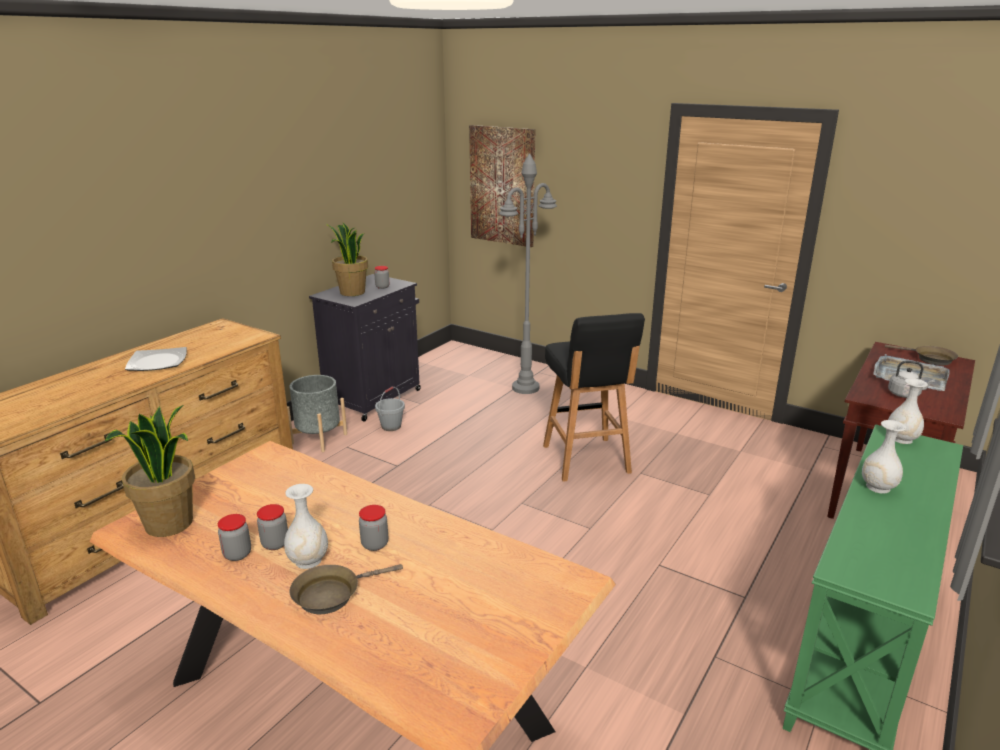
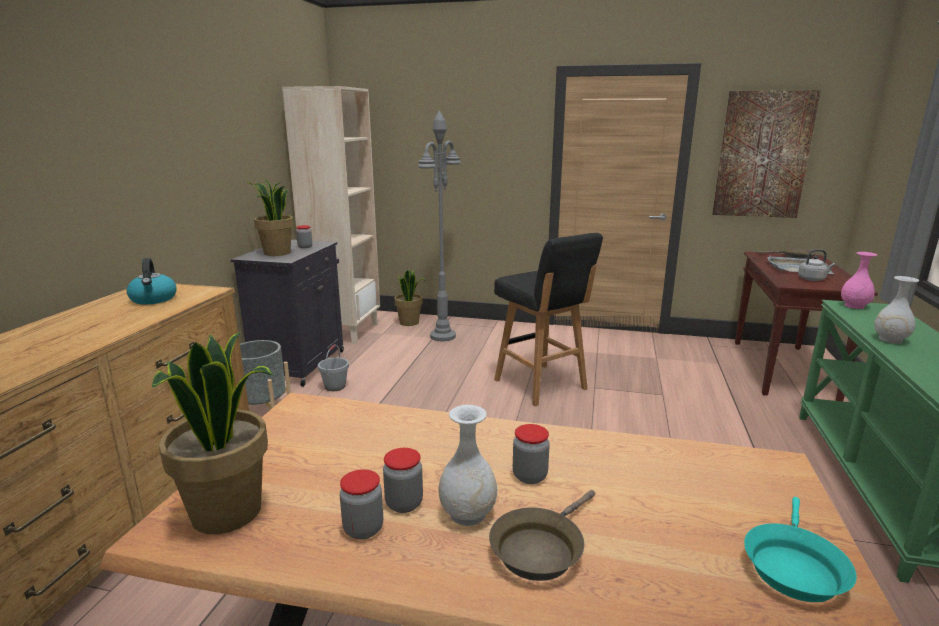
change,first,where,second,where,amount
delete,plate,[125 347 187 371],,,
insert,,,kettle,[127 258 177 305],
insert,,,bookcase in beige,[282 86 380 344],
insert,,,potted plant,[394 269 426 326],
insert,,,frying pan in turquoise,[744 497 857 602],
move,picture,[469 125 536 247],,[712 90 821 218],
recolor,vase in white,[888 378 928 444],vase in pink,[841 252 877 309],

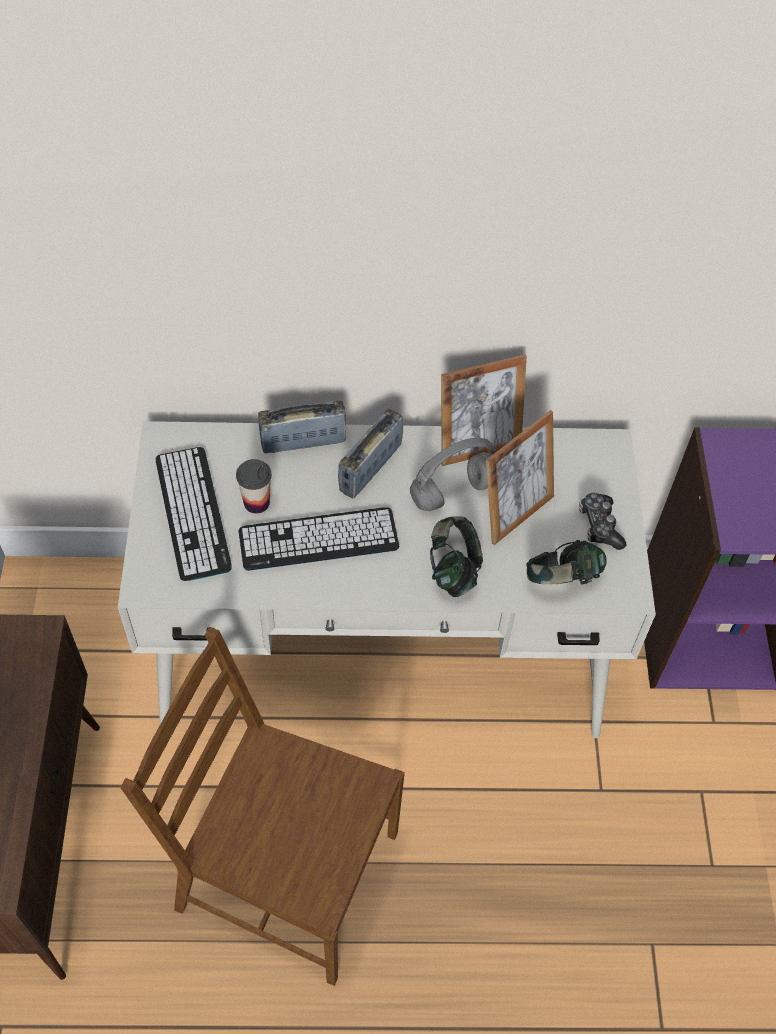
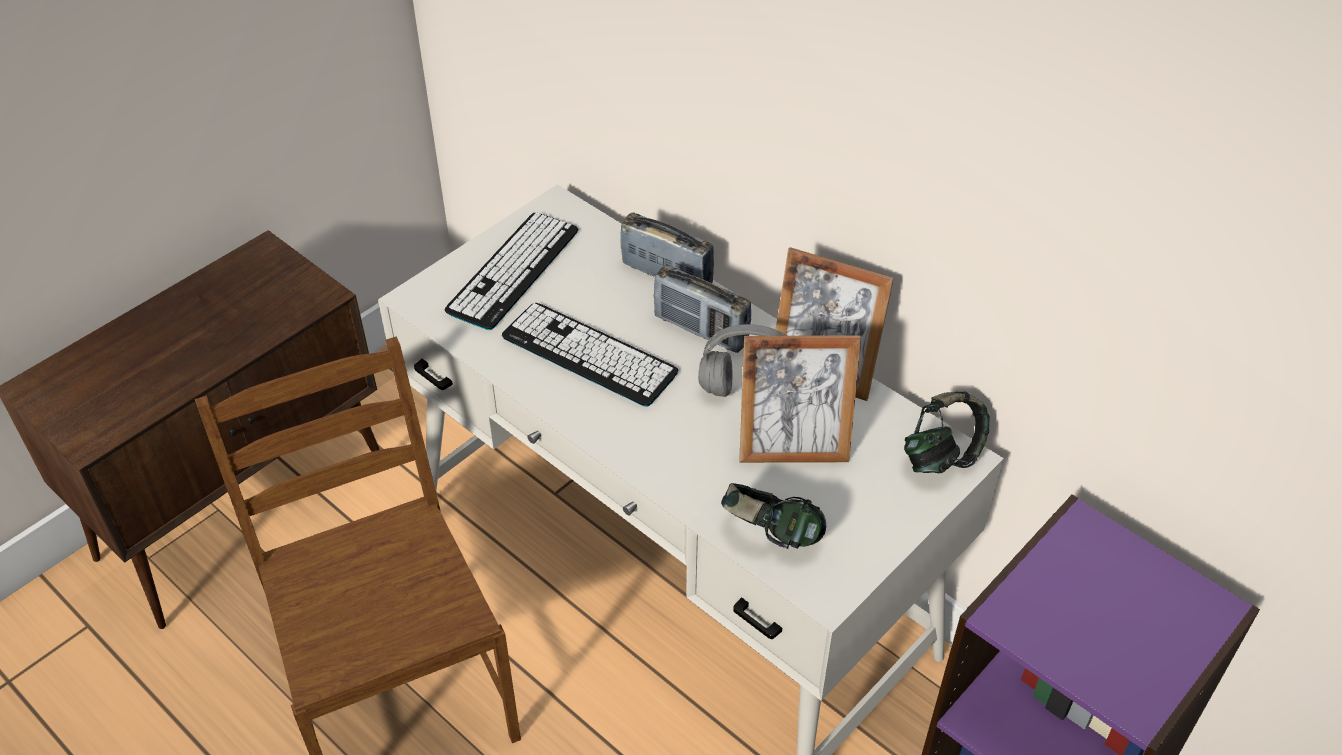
change,first,where,second,where,amount
delete,cup,[236 459 272 514],,,
delete,game controller,[579 493 626 550],,,
move,headphones,[430 516 483 597],,[904 391 990 473],
rotate,radio,[338 409 403 498],,[654 265 751 353],135 degrees counterclockwise

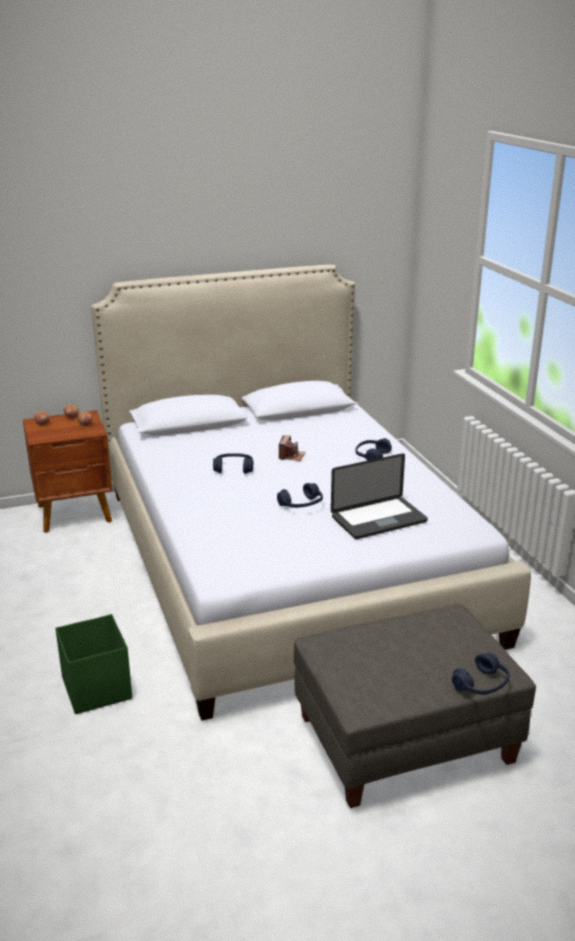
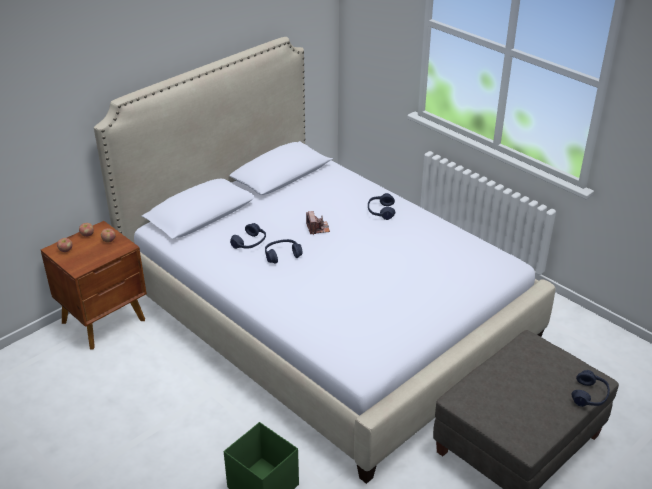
change,first,where,second,where,amount
delete,laptop,[331 453 428 539],,,
move,headphones in blue,[277 483 323 508],,[230 223 266 249],

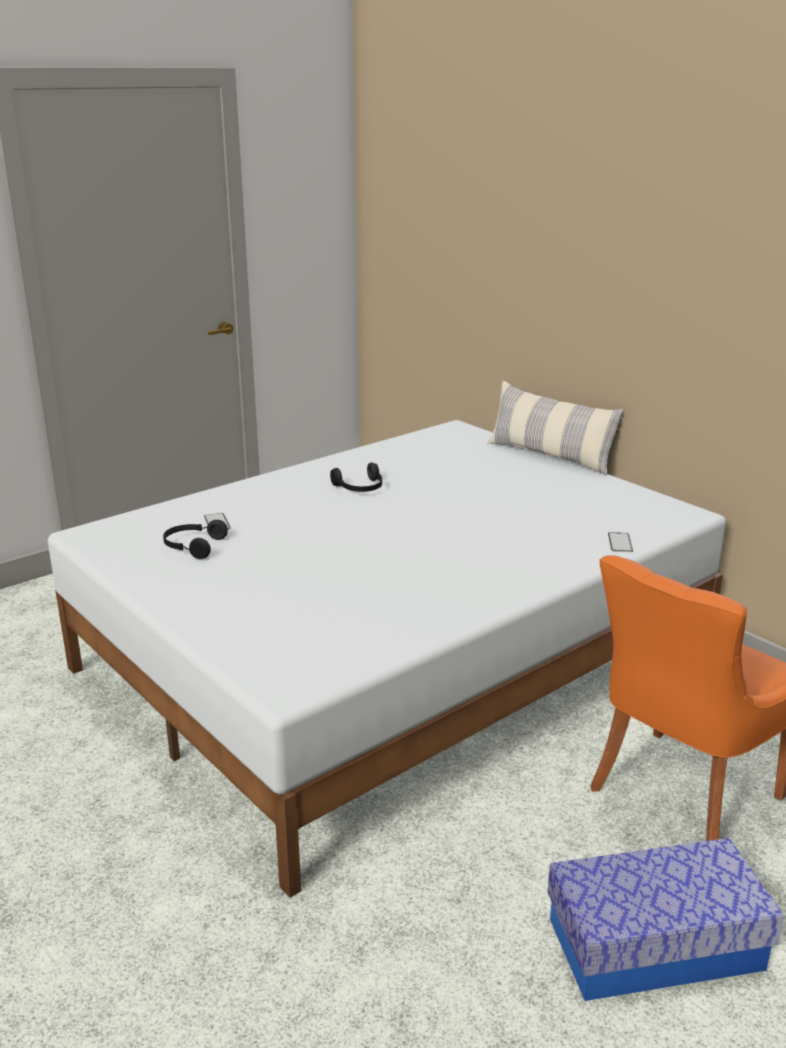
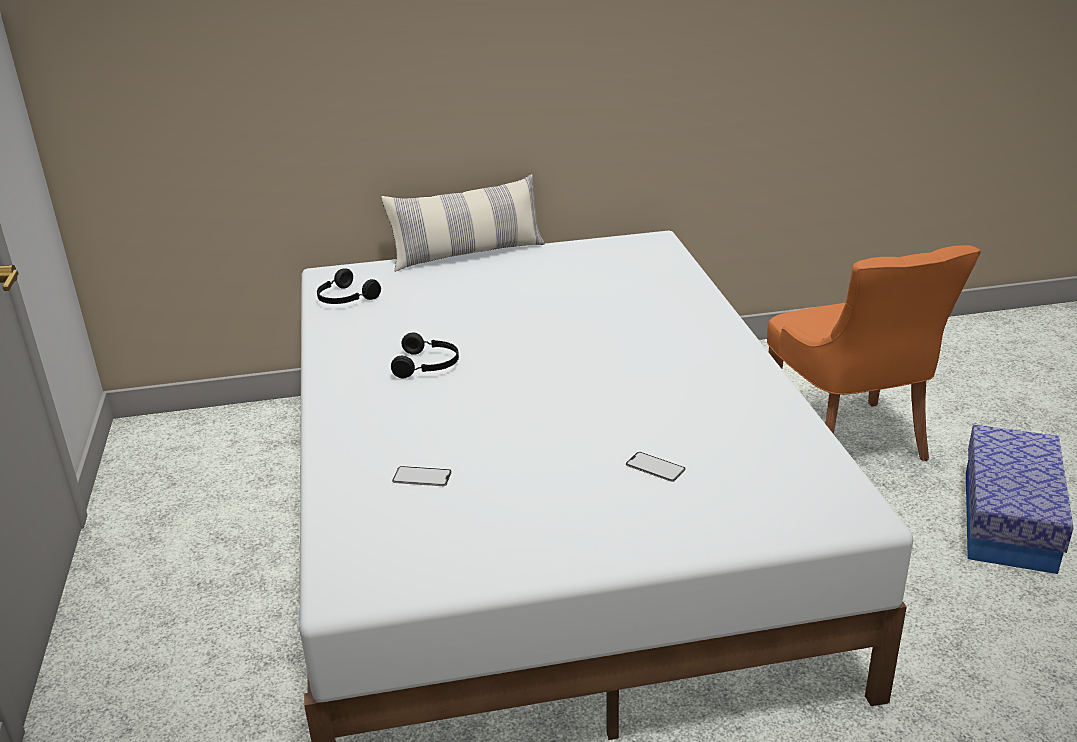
change,first,where,second,where,amount
move,headphones in black,[163 520 228 559],,[317 268 381 304],
move,phone,[608 532 633 552],,[626 452 685 482],

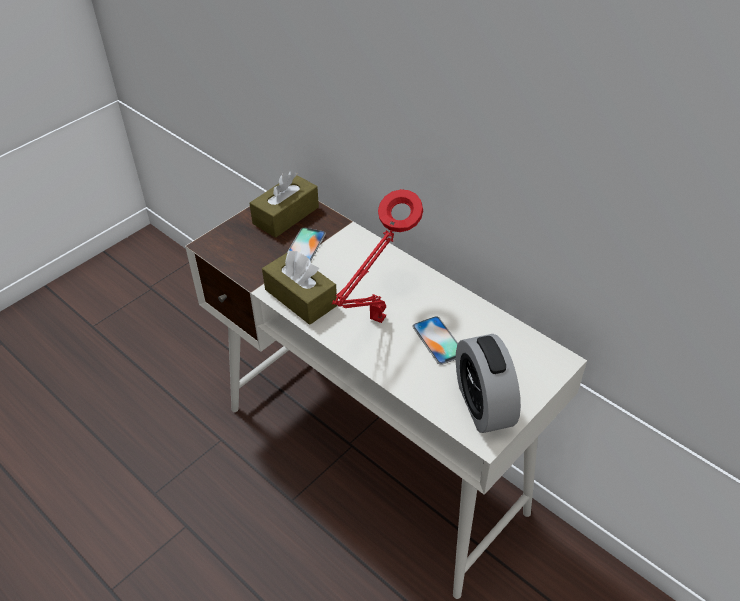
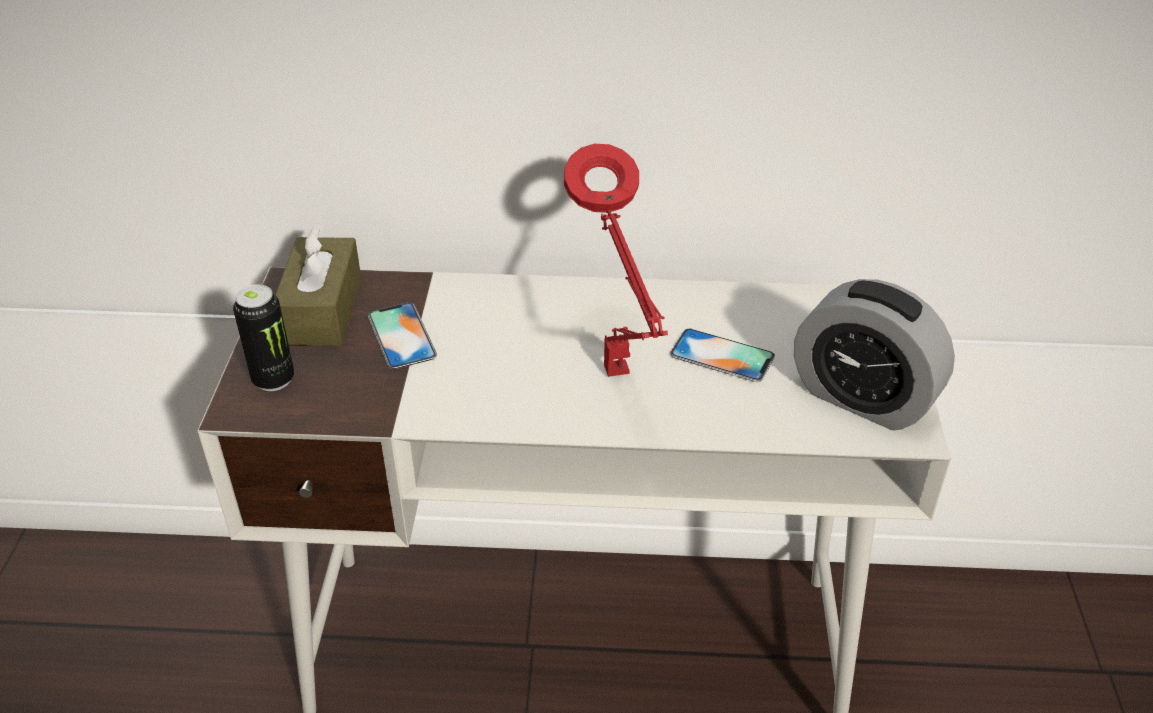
change,first,where,second,where,amount
delete,tissue box in brown,[262 250 337 325],,,
insert,,,can,[233 284 294 391],

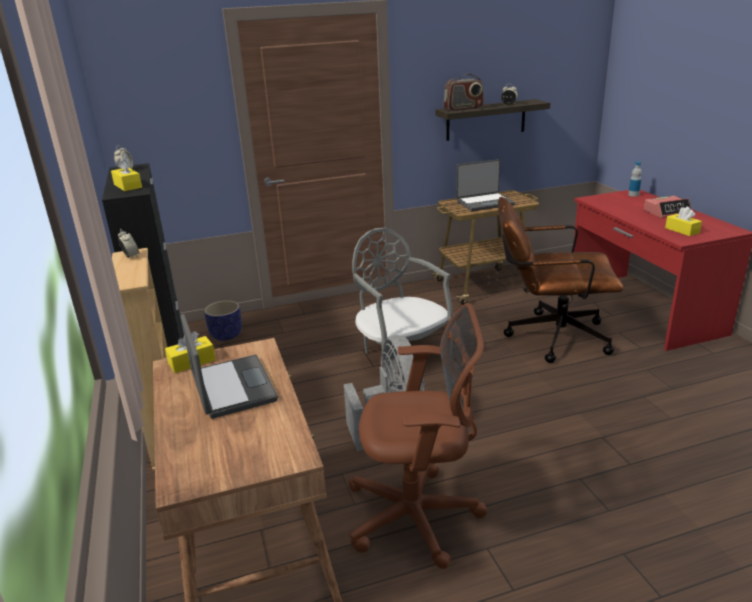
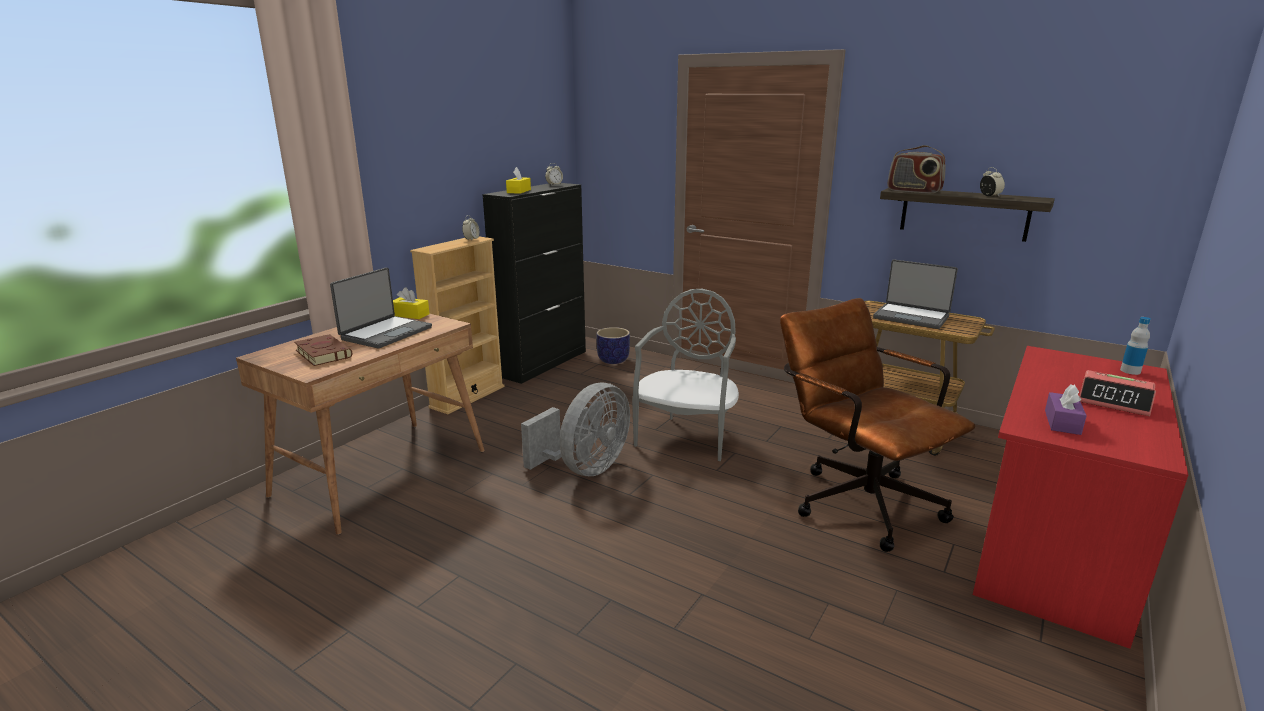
change,first,where,second,where,amount
delete,office chair in brown,[349 303 487 569],,,
insert,,,book in brown,[294 334 352 366],
recolor,tissue box in yellow,[665 207 702 236],tissue box in purple,[1045 384 1087 435],

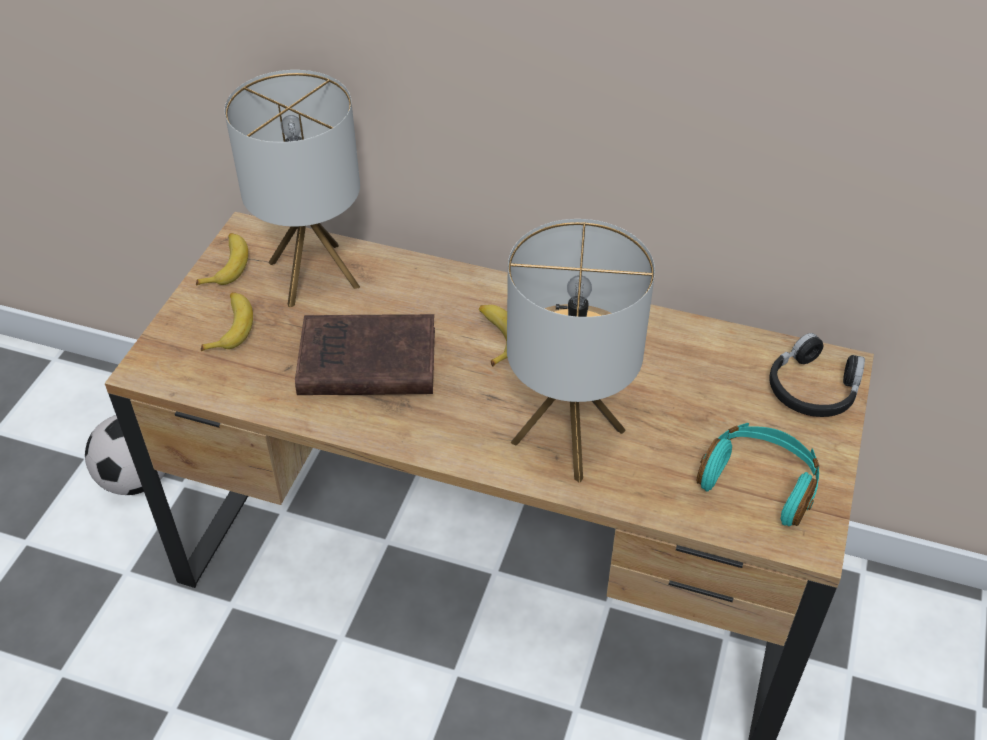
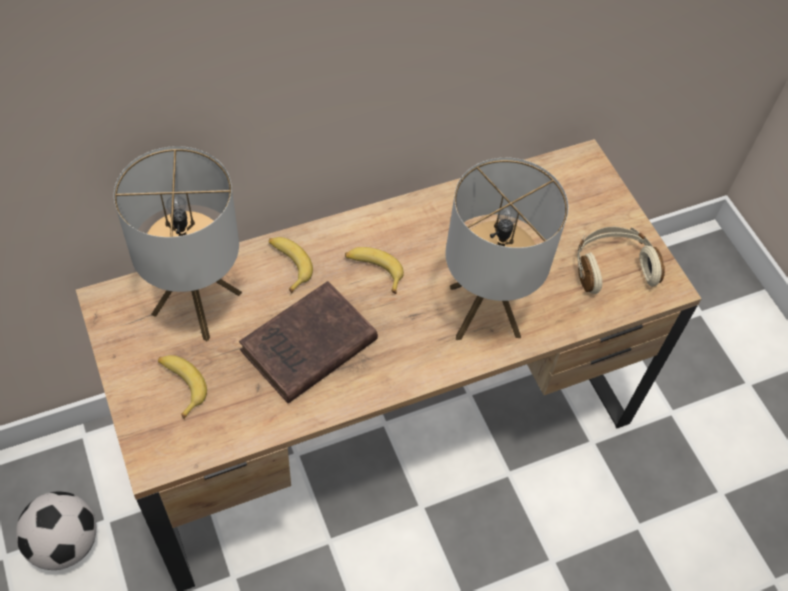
change,first,where,second,where,amount
delete,headphones in black,[769 333 865 417],,,
move,banana,[196 233 248 286],,[269 237 313 293],
recolor,headphones in turquoise,[697 423 819 526],headphones in beige,[577 227 665 294],

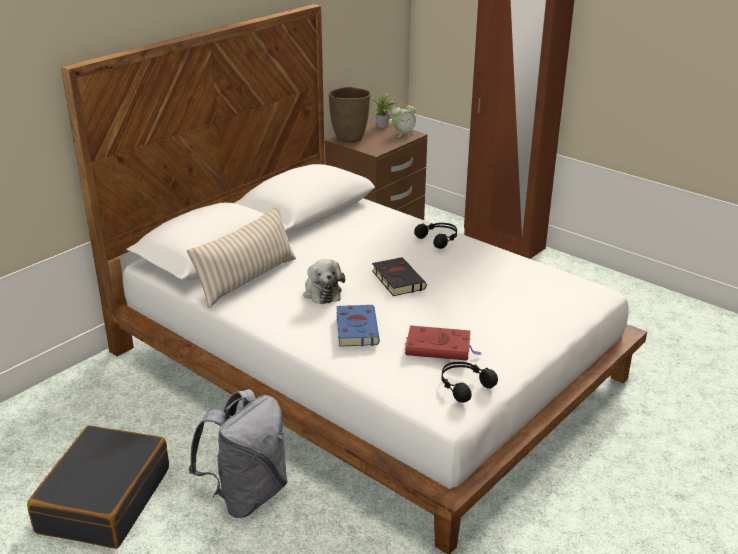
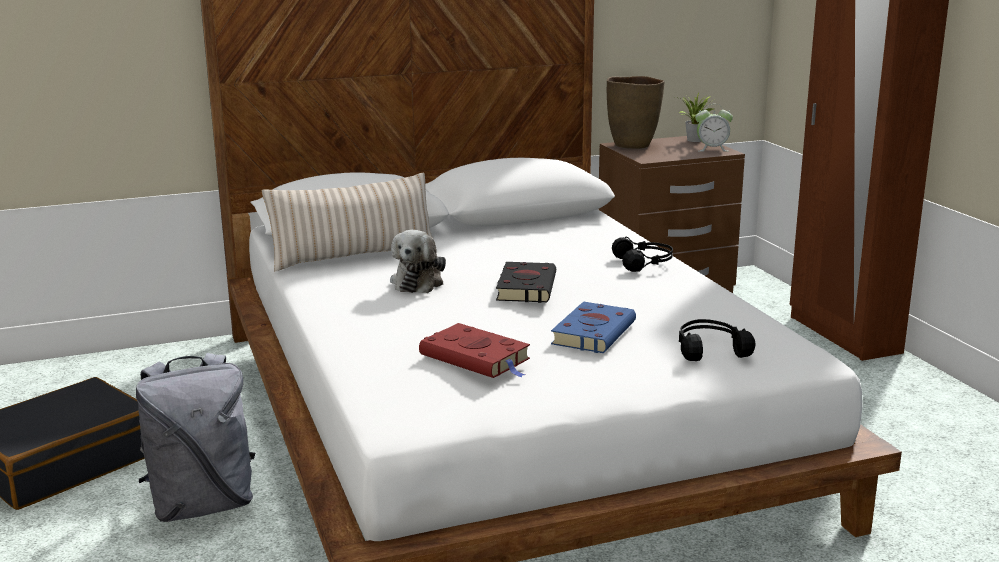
change,first,where,second,where,amount
move,book in blue,[337 305 380 347],,[551 301 636 353],
move,headphones in black,[442 362 498 403],,[679 319 755 361],

